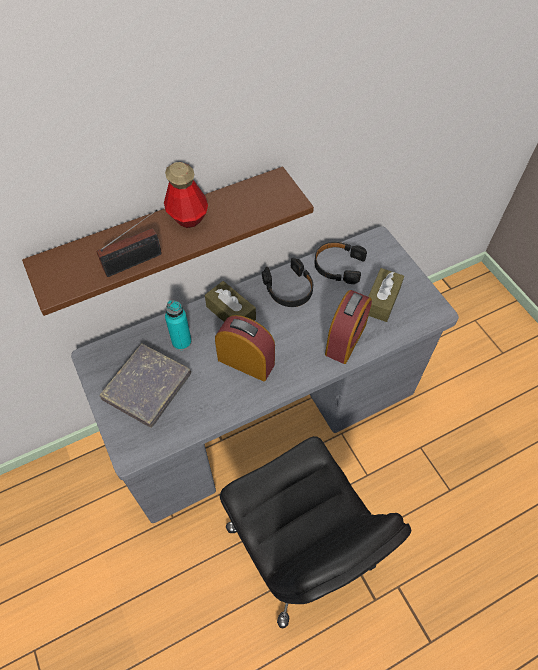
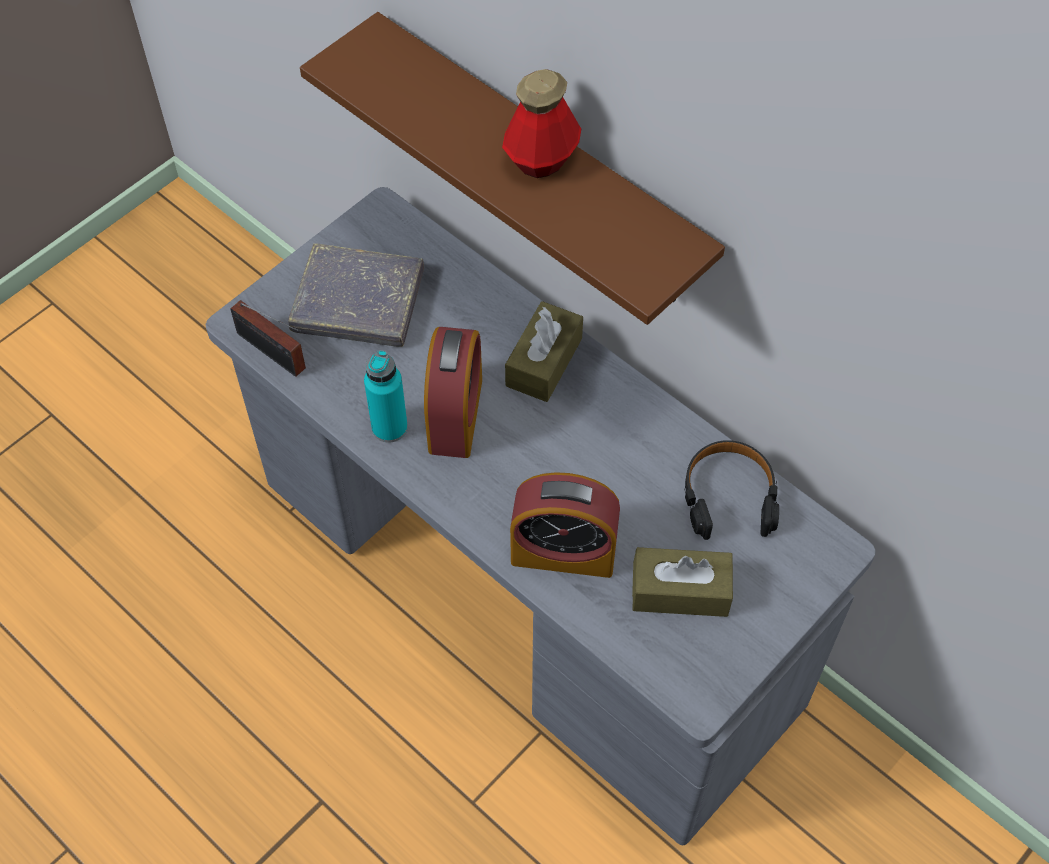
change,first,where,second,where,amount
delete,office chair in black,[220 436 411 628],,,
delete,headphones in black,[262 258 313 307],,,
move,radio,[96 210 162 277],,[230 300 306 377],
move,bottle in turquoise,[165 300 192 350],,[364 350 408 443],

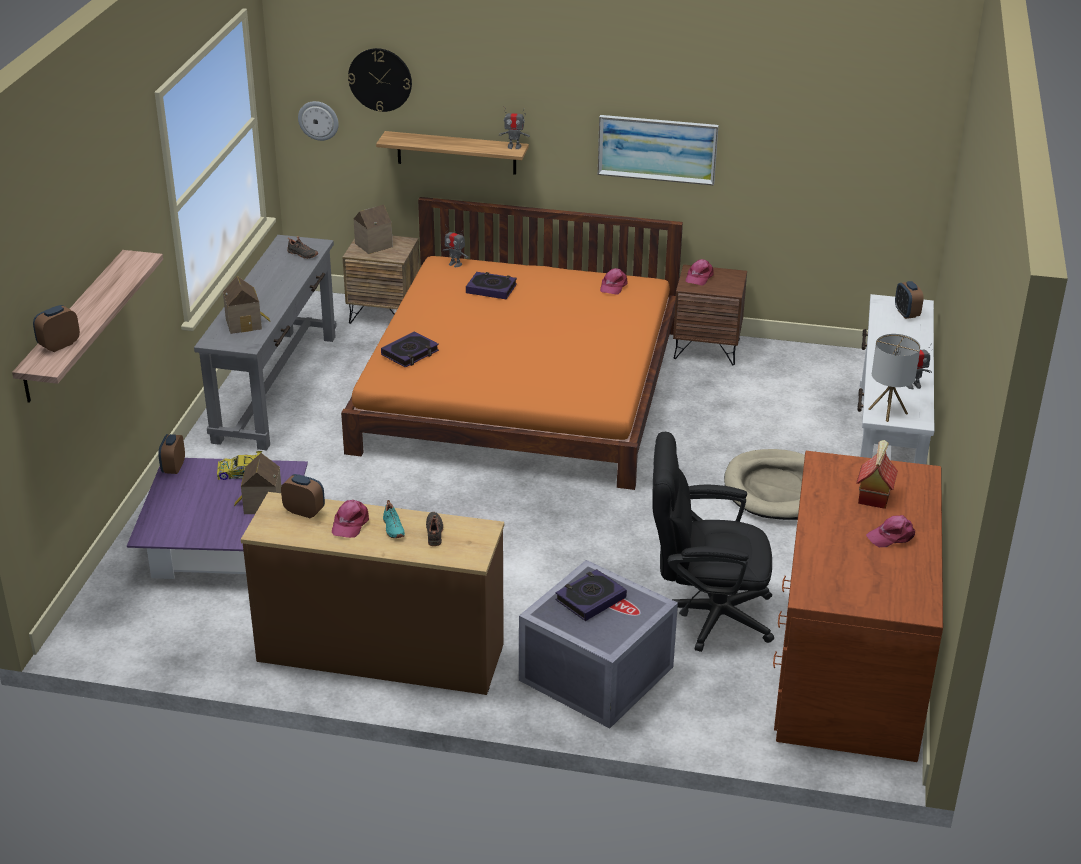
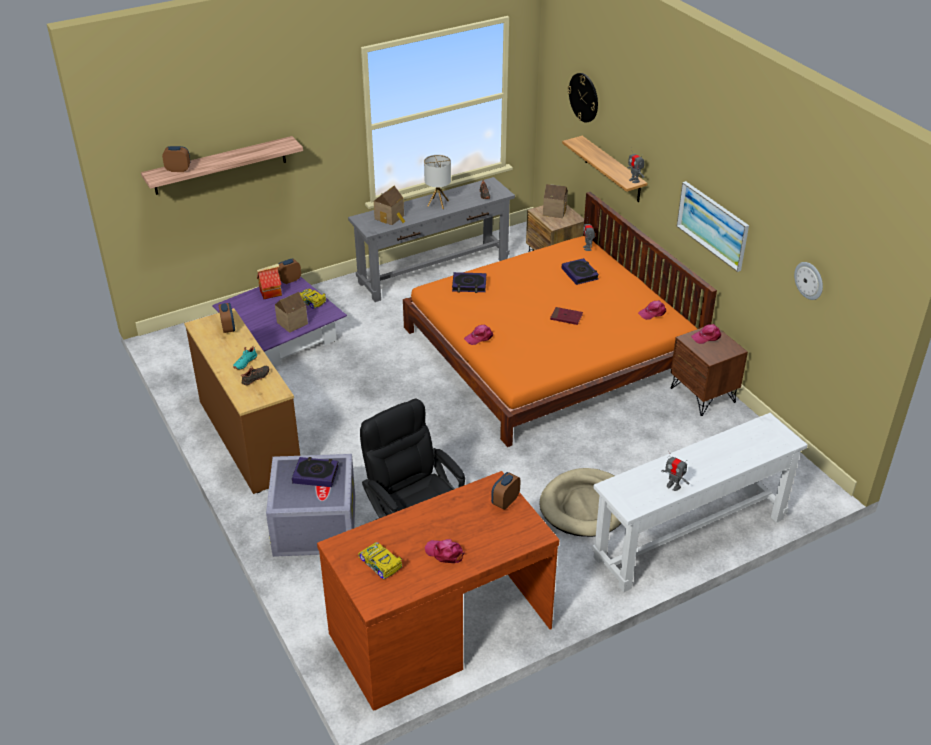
change,first,where,second,where,amount
insert,,,toy car,[358 542 402 580],
insert,,,book in red,[550 307 583 325],
move,wall clock,[298 101 339 141],,[794 262 823 300],
move,cap in pink,[332 500 369 538],,[464 324 493 345],
move,toy house,[857 440 898 509],,[257 264 282 299],
move,table lamp,[868 334 920 422],,[424 155 451 209],
move,alarm clock,[895 281 923 319],,[491 472 520 510],

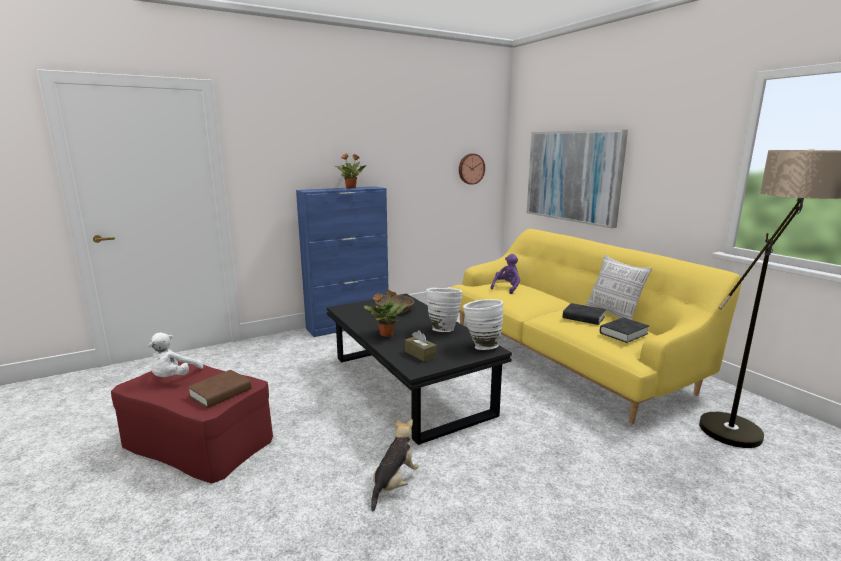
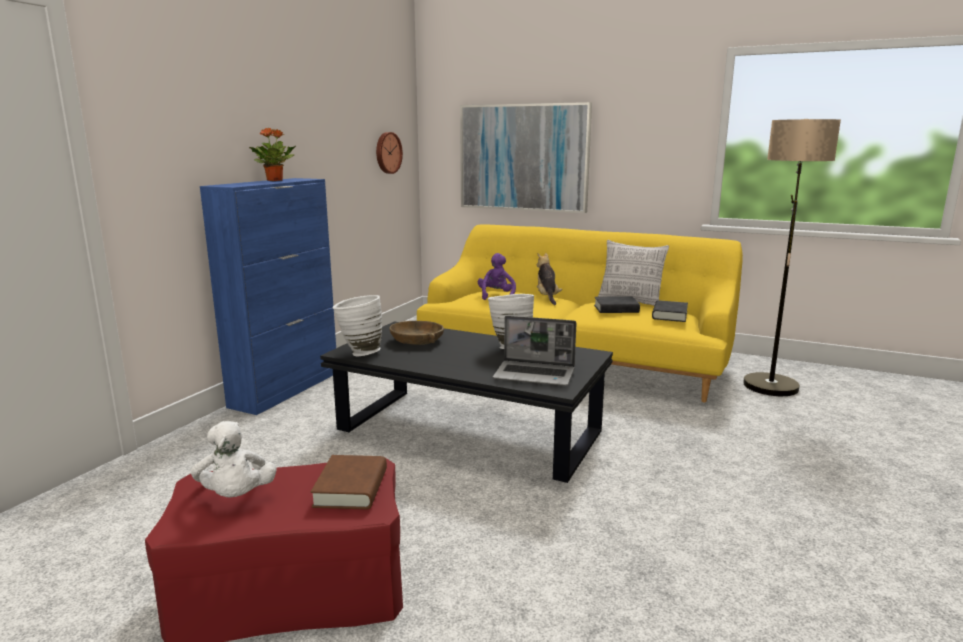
change,first,where,second,where,amount
delete,potted plant,[364 289 407 337],,,
move,plush toy,[371 419 419 511],,[537 253 562 305],
move,vase in white,[463 299 503 350],,[333 295 382 356],
replace,tissue box in brown,[405 330 437 362],laptop,[493 316 577 386],

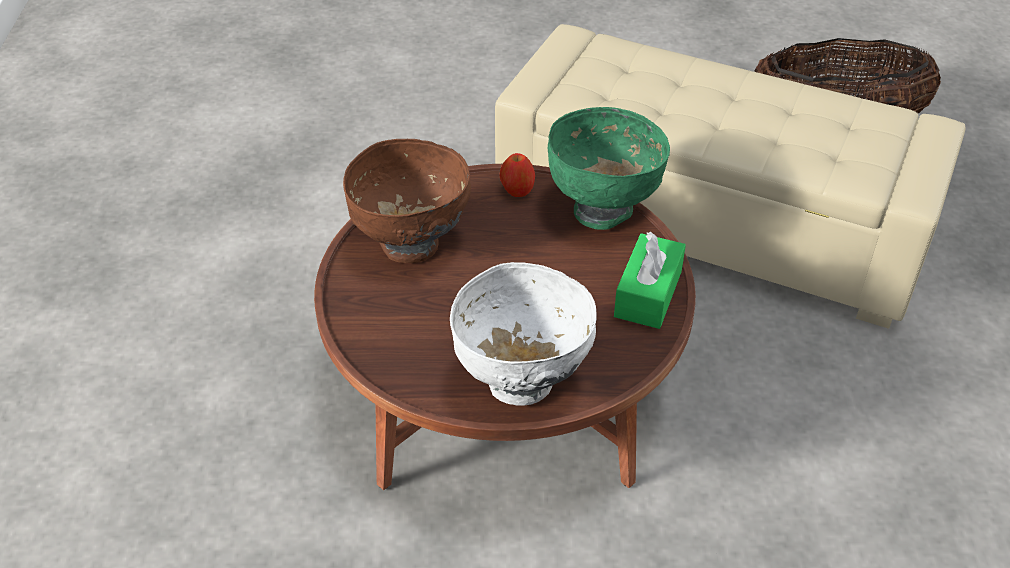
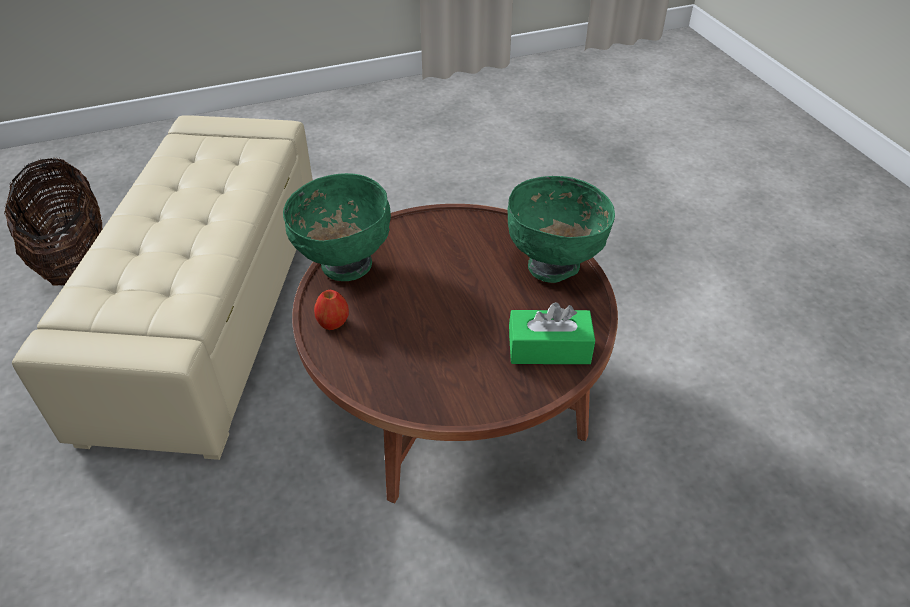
change,first,where,second,where,amount
delete,bowl in brown,[343 139 471 263],,,
move,tissue box in green,[614 232 686 329],,[509 302 595 364],
recolor,bowl in white,[450 262 597 406],bowl in green,[507 176 615 283],

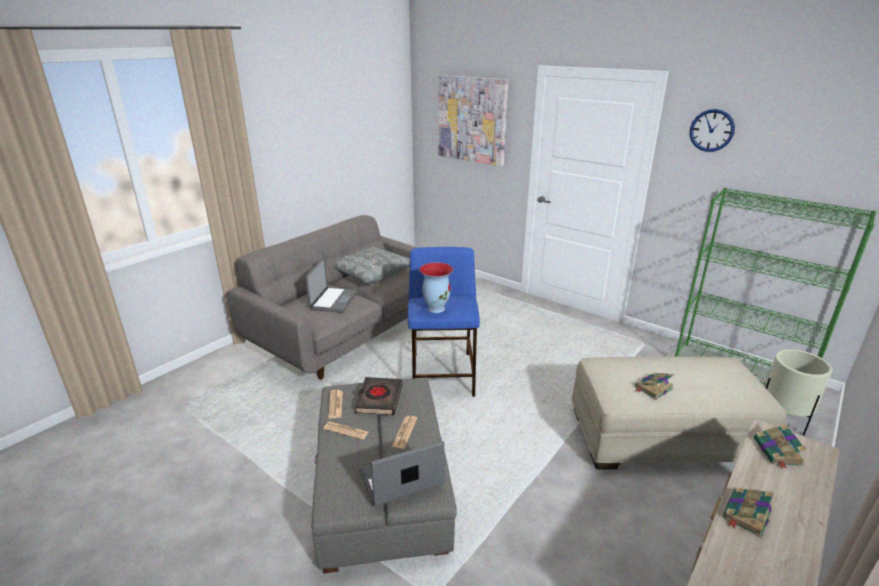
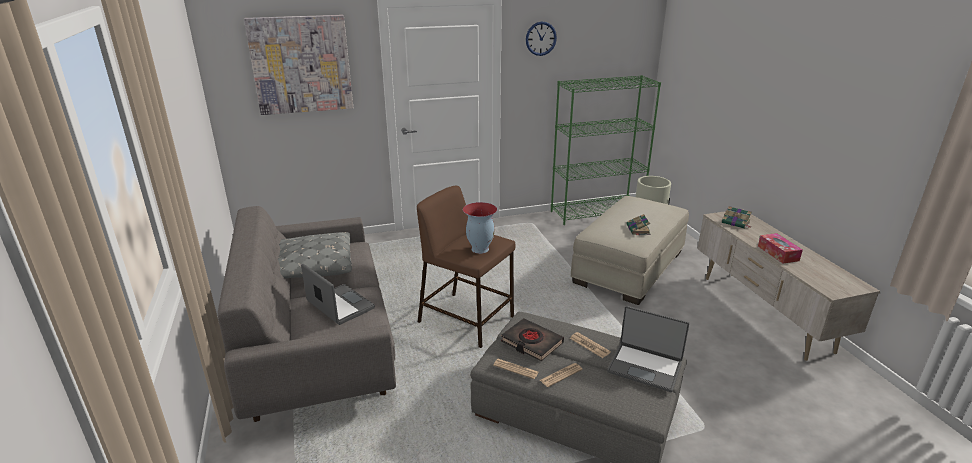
change,first,where,second,where,amount
replace,book,[723 488 774 538],tissue box,[758 233 803 264],
recolor,stool in blue,[408 247 480 397],stool in brown,[417 186 515 348],
rotate,laptop,[359 441 445 507],,[607 306 689 392],75 degrees counterclockwise

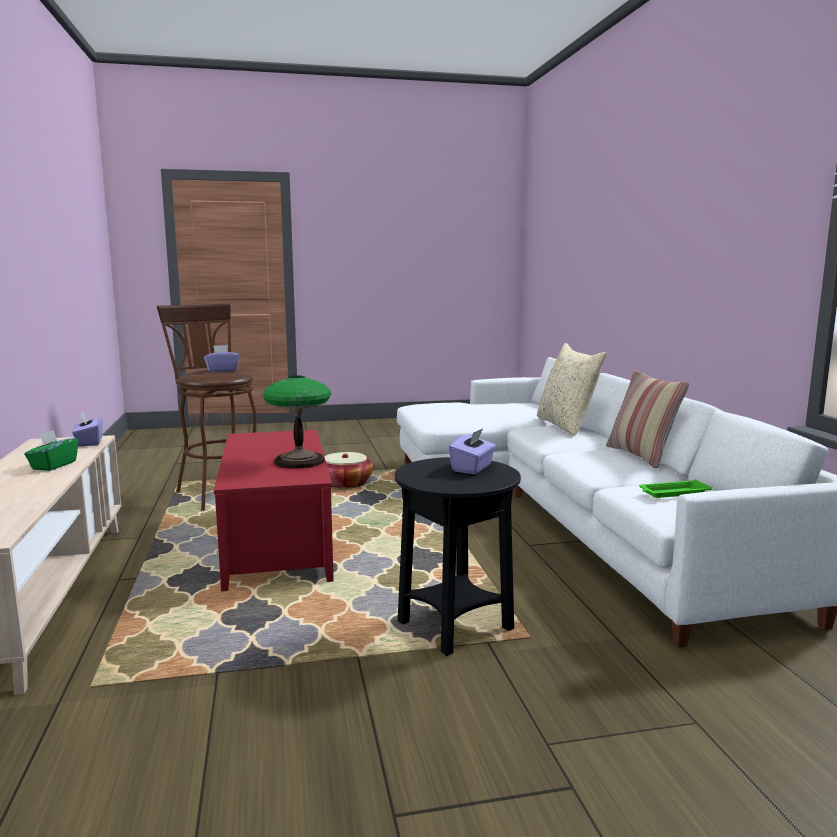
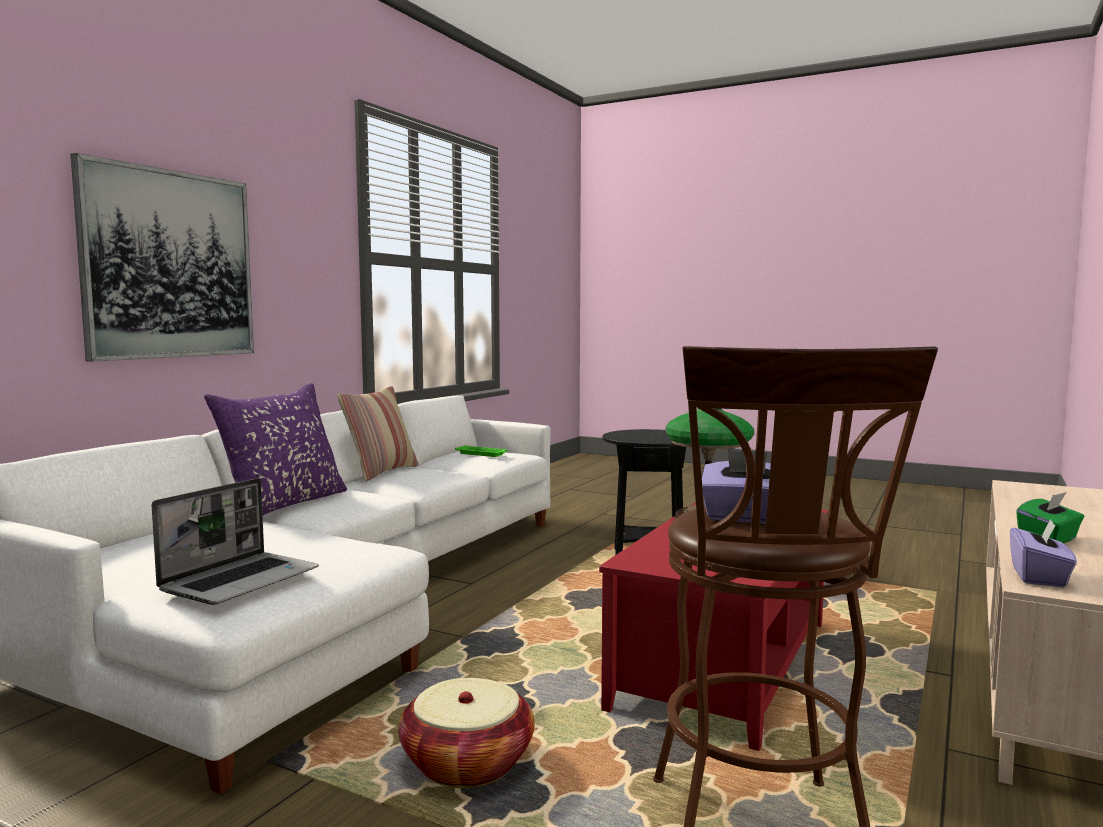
change,first,where,second,where,amount
delete,tissue box in purple,[449 428 496 474],,,
insert,,,picture,[71 153 254 362],
insert,,,laptop,[152 478 319 605],
recolor,pillow in beige,[537 343 606 436],pillow in purple,[204 383 347 515],

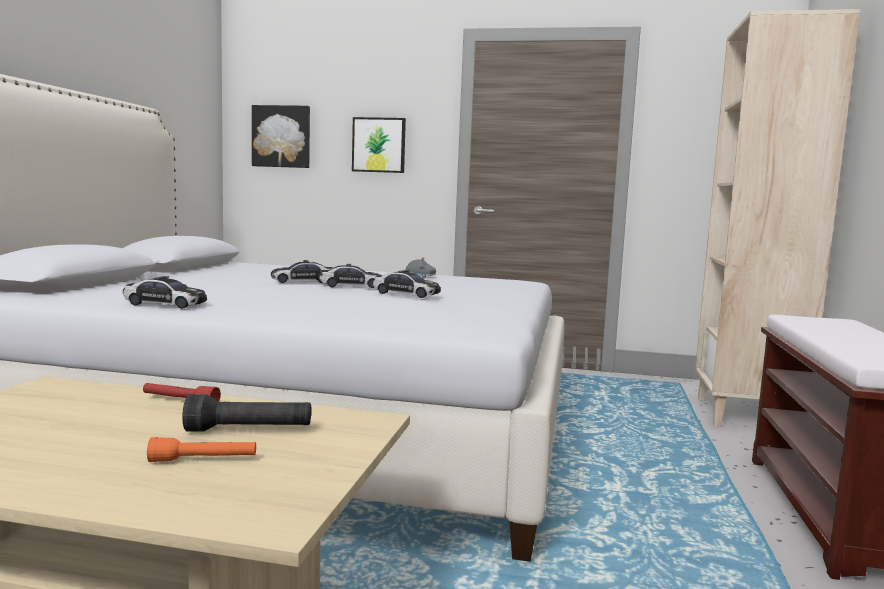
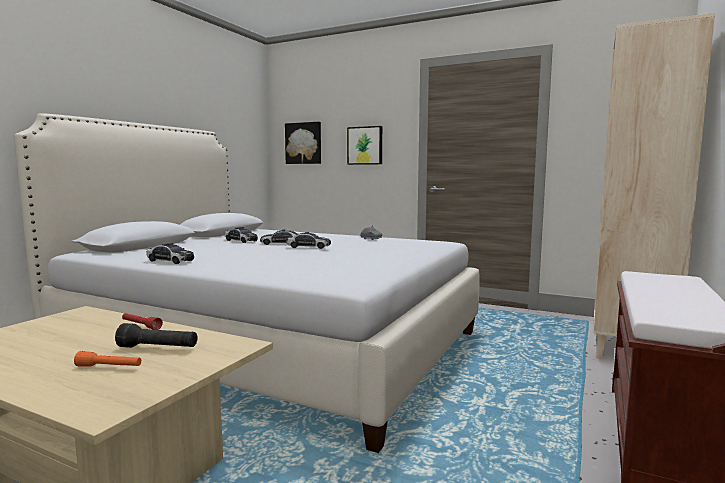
change,first,where,second,where,amount
move,toy car,[372 270 441 298],,[225 227 258 243],

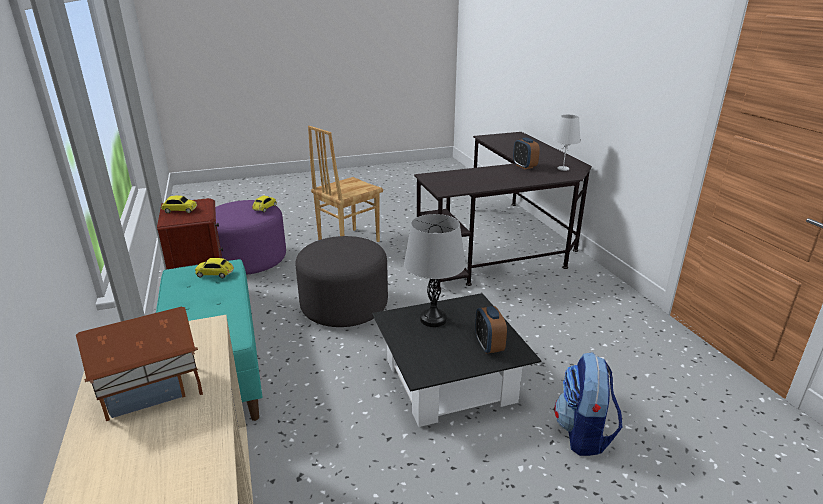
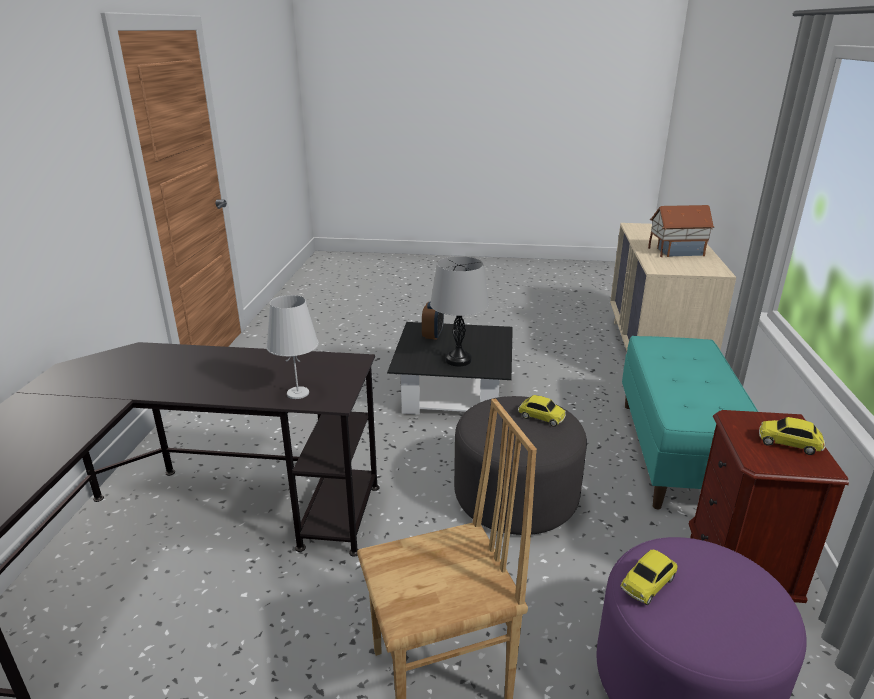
change,first,where,second,where,amount
delete,alarm clock,[513 138 540 169],,,
delete,backpack,[554 353 622 456],,,
move,toy car,[195 258 234 279],,[518 395 566 427],
move,table lamp in white,[553 115 581 171],,[266 295 319 399],

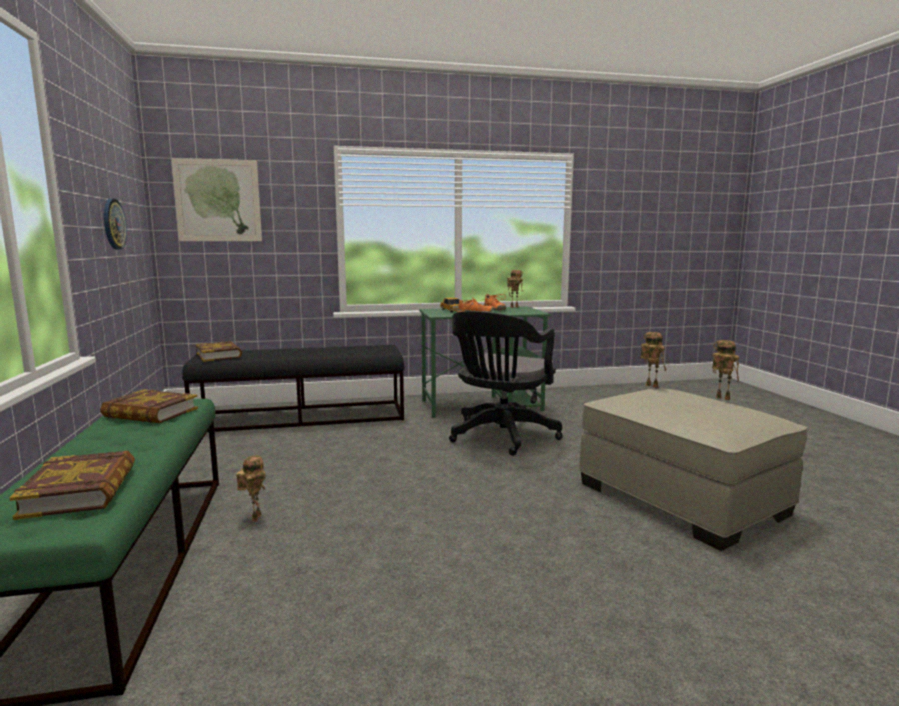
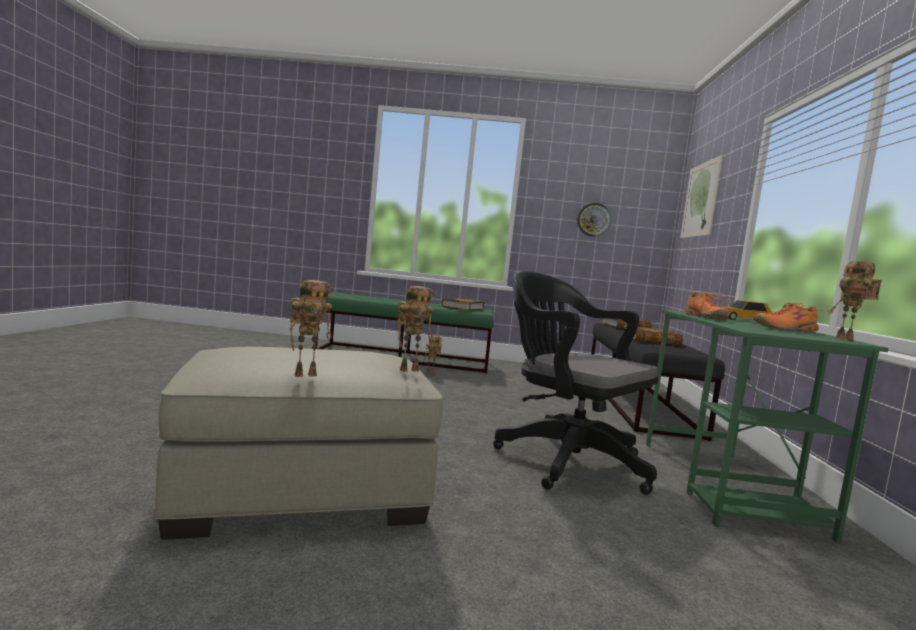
change,first,where,second,where,amount
move,book,[10 451 135 520],,[622 325 683 345],

